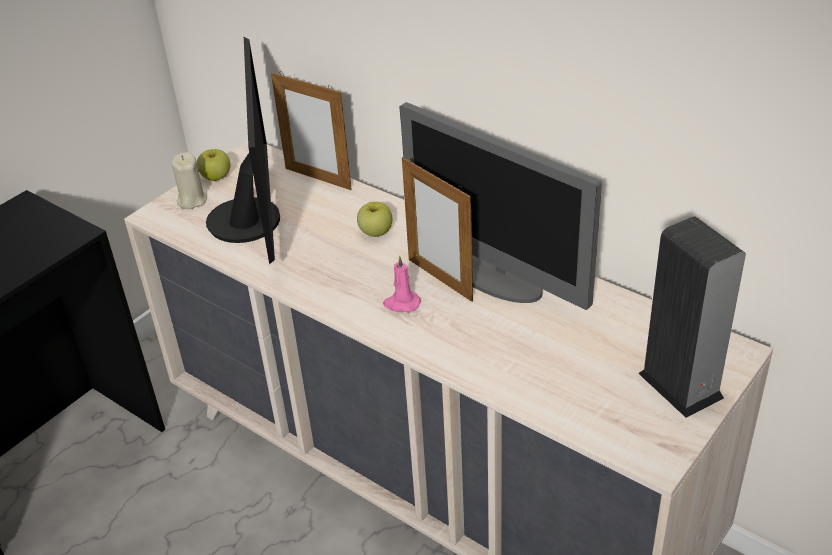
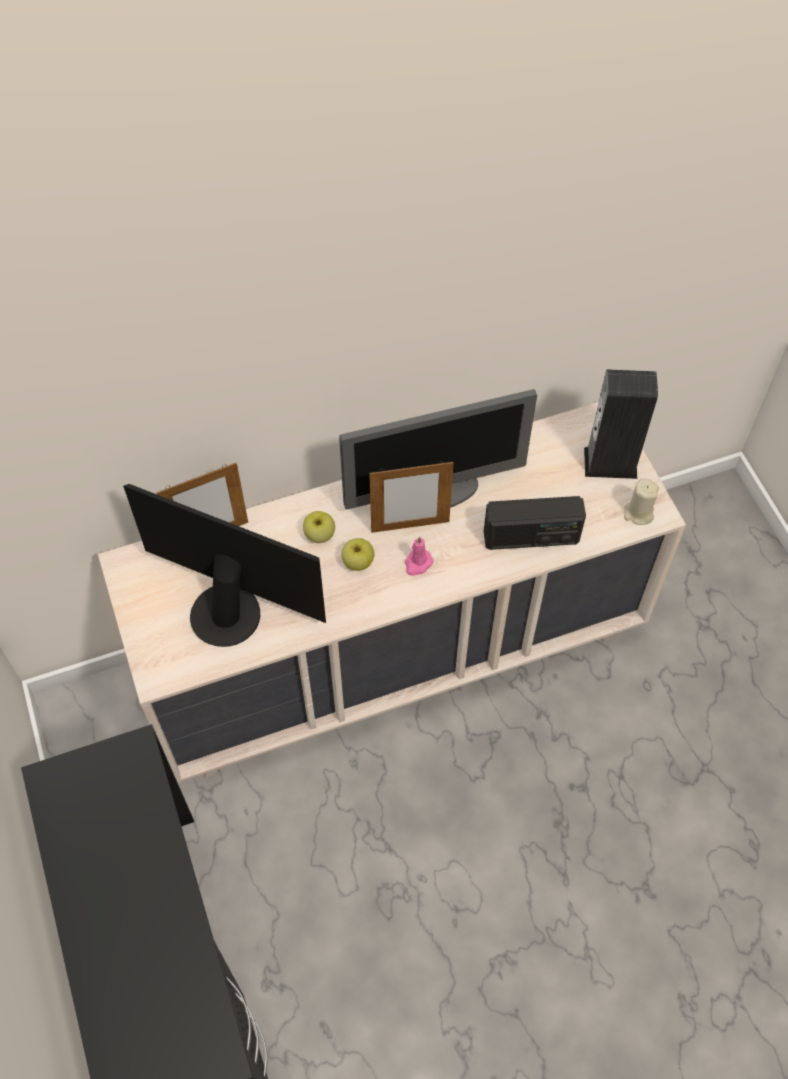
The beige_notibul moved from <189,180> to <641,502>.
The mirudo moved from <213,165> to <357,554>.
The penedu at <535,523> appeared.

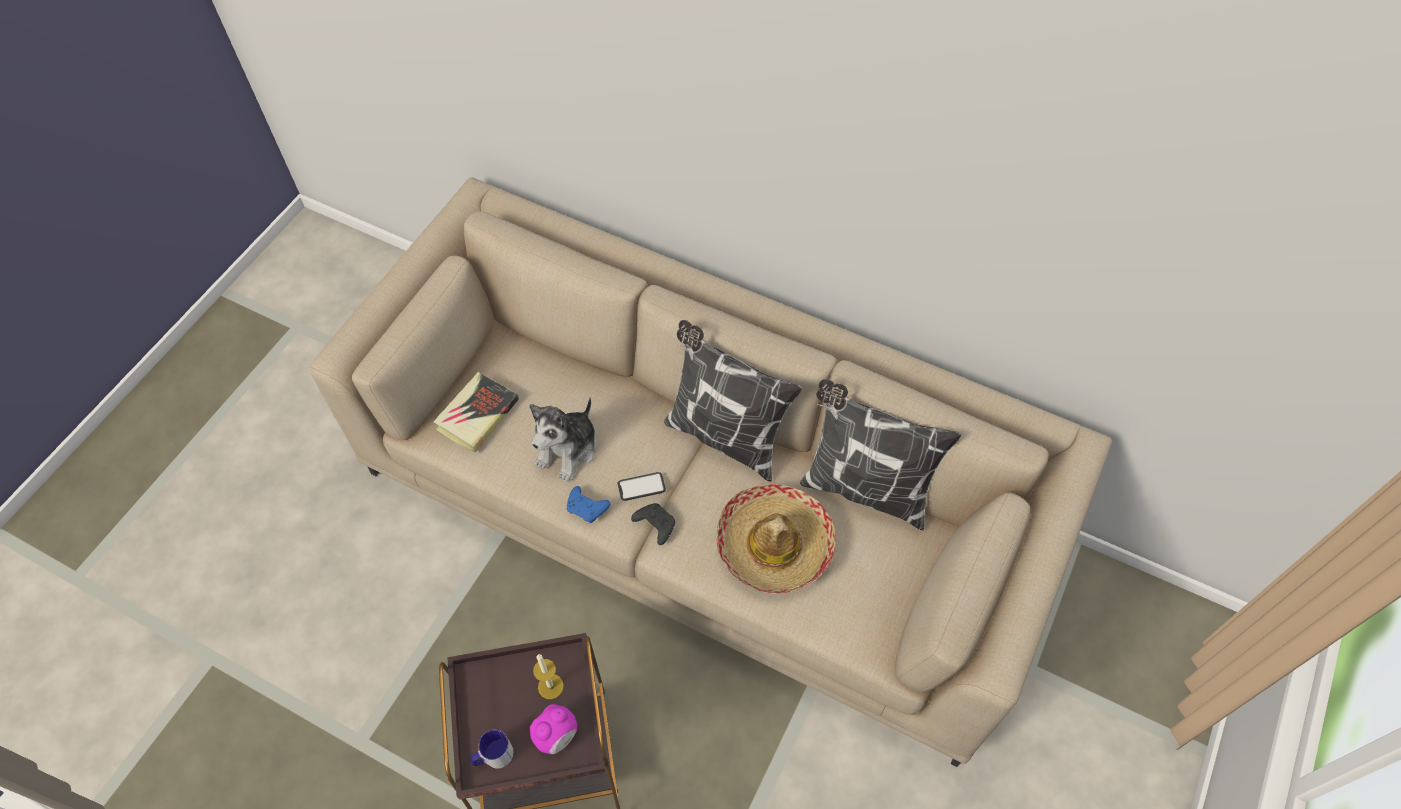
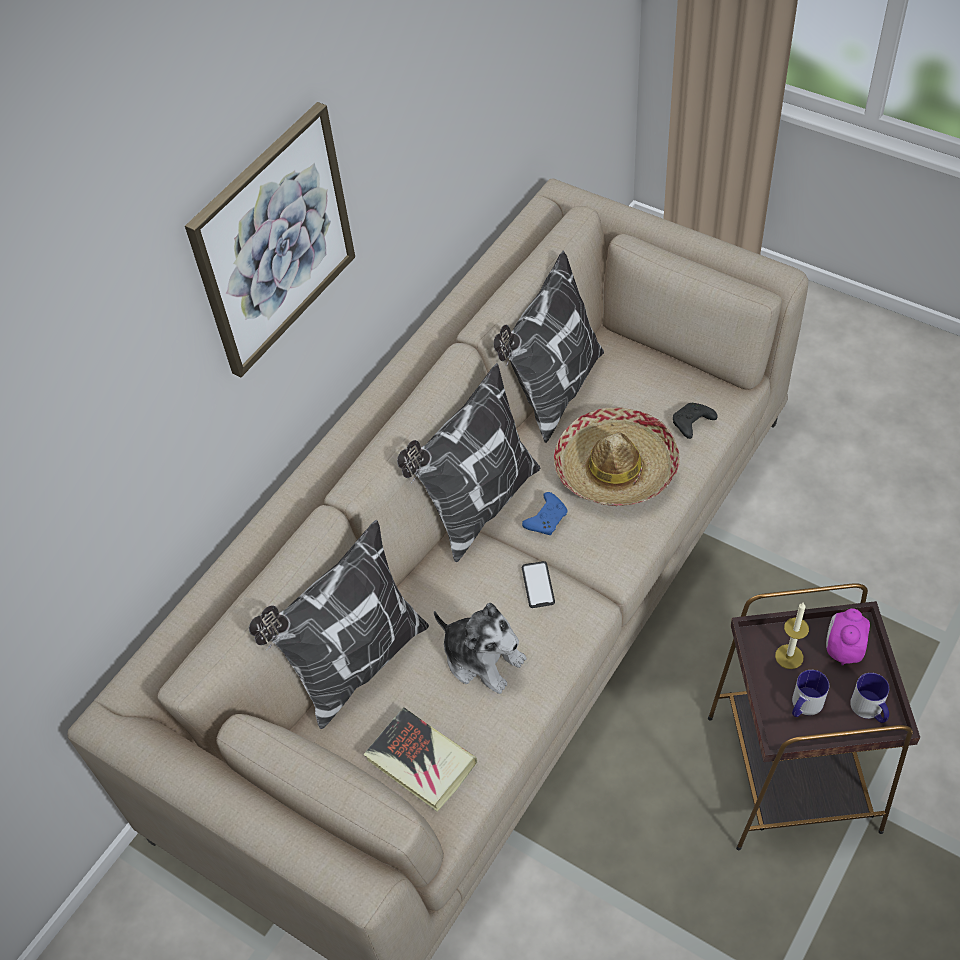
The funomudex at <553,729> turned 120 degrees counterclockwise.
The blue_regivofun moved from <588,504> to <544,513>.
The black_regivofun moved from <653,524> to <695,421>.
The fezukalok at <270,240> appeared.
The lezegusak at <339,624> appeared.
The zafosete at <810,693> appeared.

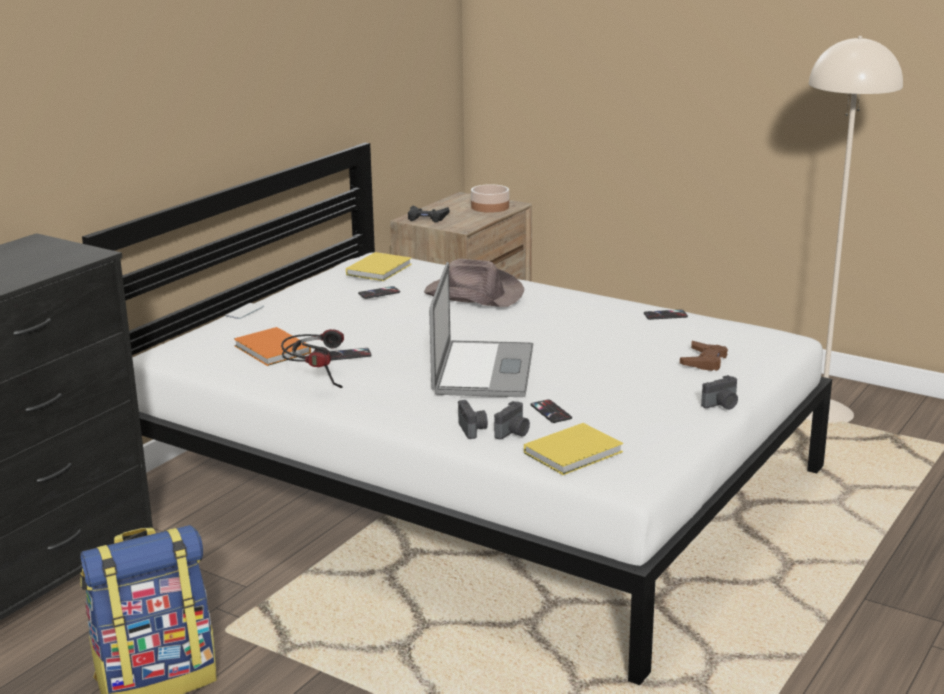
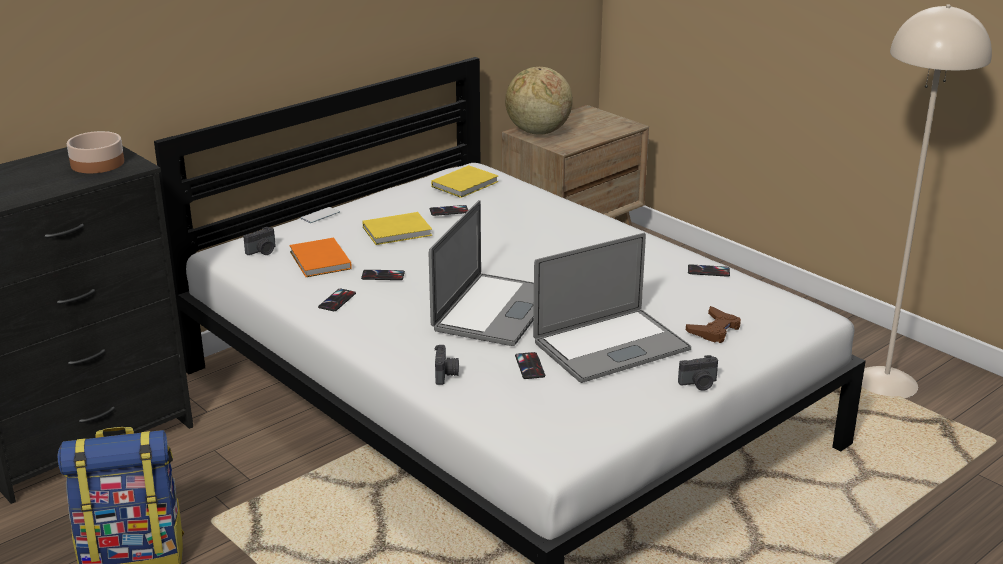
The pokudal at <312,358> was replaced by the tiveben at <337,300>.
The black_regivofun at <429,214> was replaced by the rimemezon at <539,101>.
The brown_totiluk at <474,283> disappeared.
The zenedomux moved from <490,198> to <95,152>.
The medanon moved from <512,420> to <259,241>.
The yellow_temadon moved from <573,449> to <397,228>.
The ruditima at <612,308> appeared.

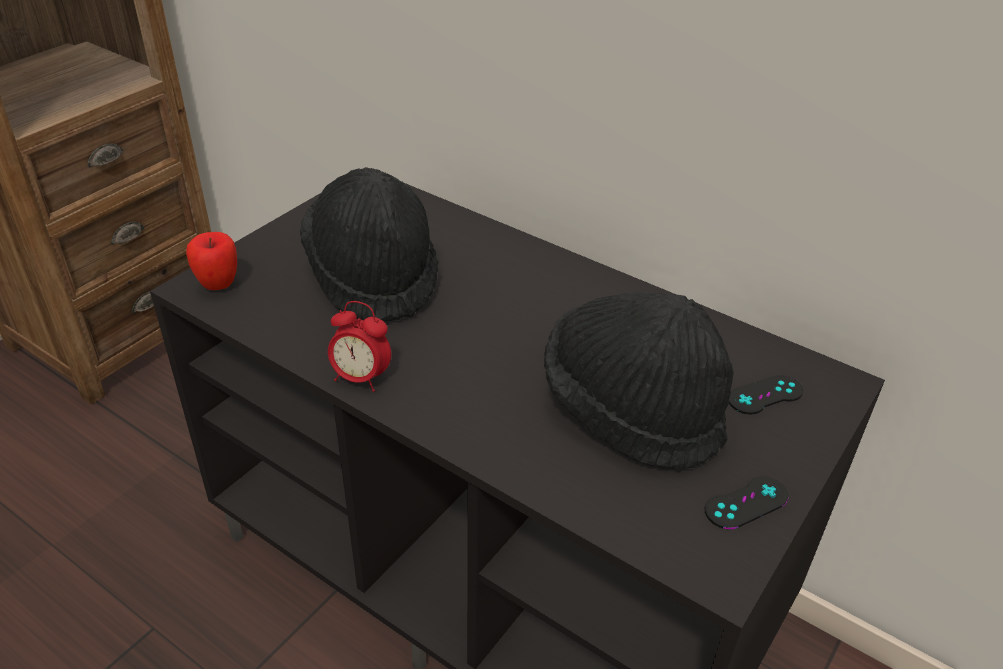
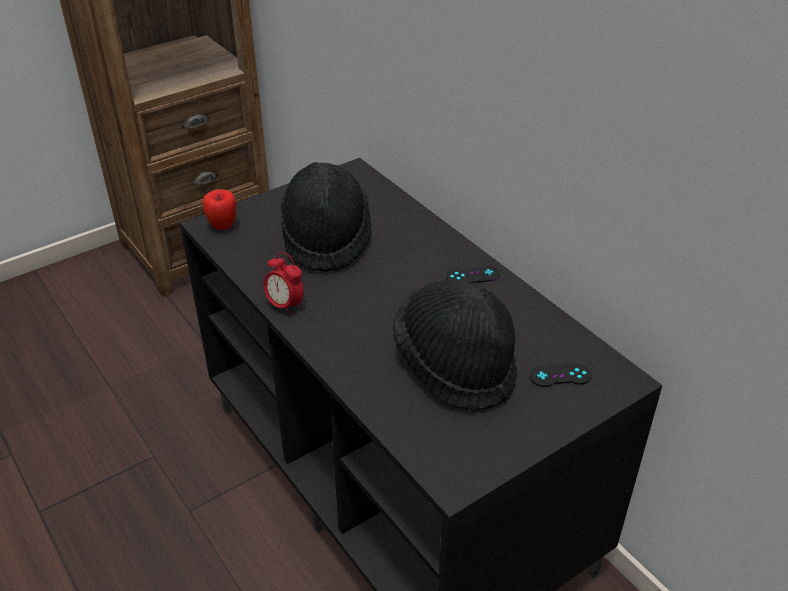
The black_regivofun moved from <746,502> to <473,274>.

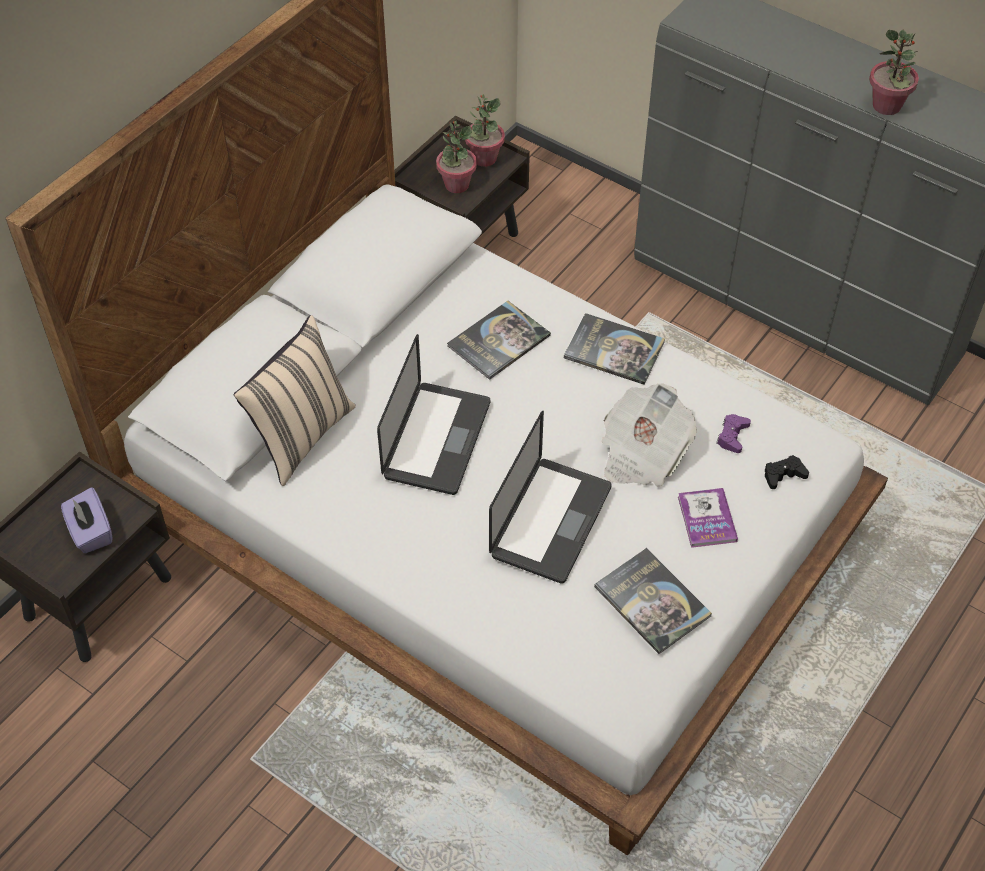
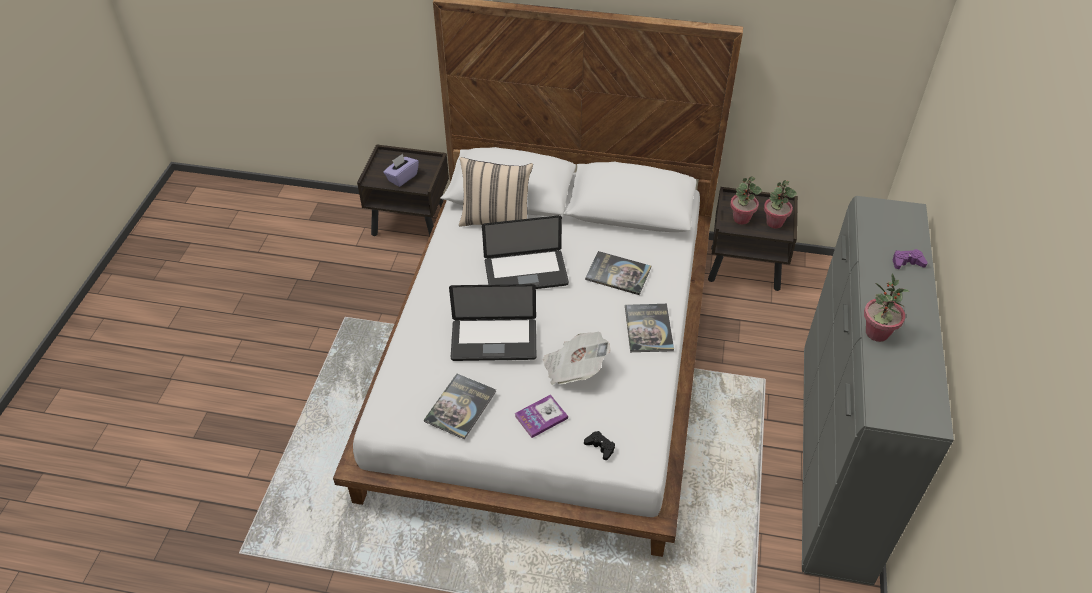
The purple_regivofun moved from <733,433> to <910,259>.

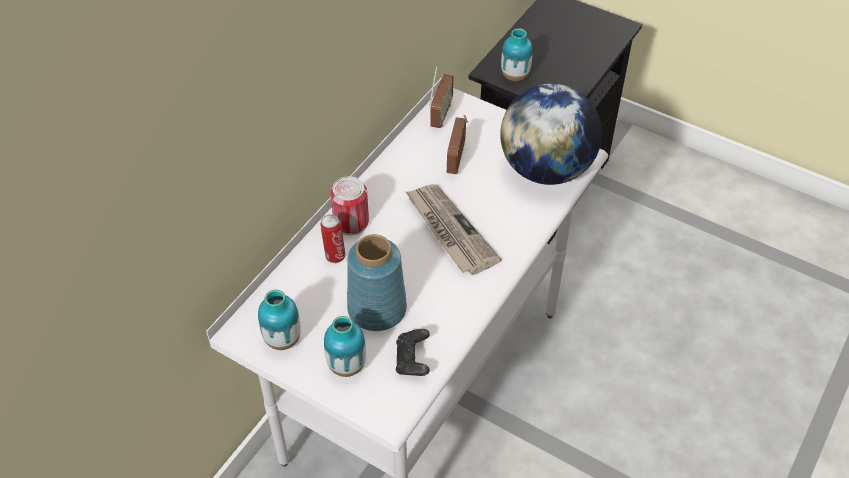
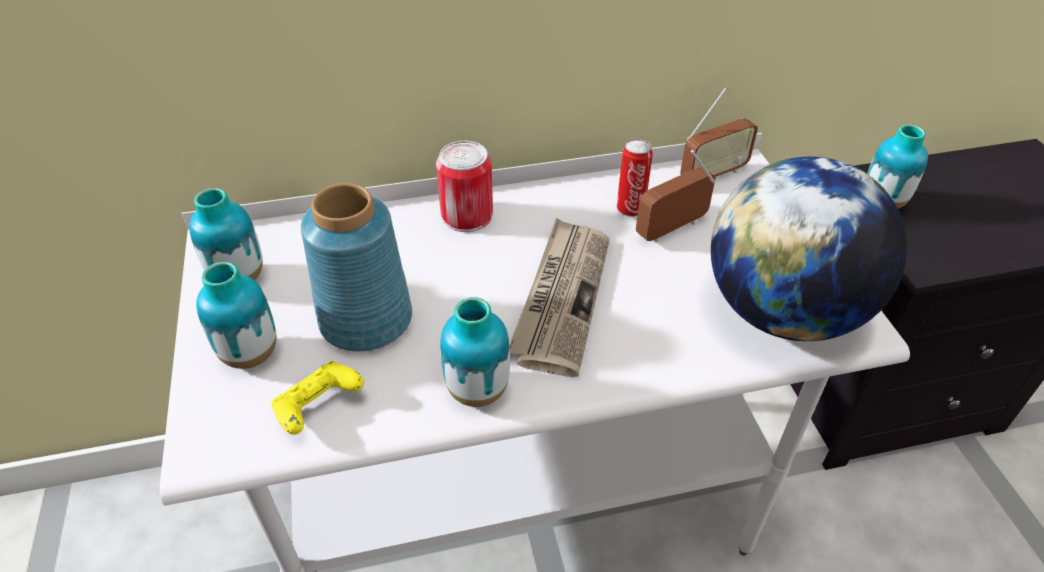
The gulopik moved from <332,238> to <635,178>.
The black_regivofun at <413,352> became the yellow_regivofun at <317,398>.
The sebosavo at <475,352> appeared.

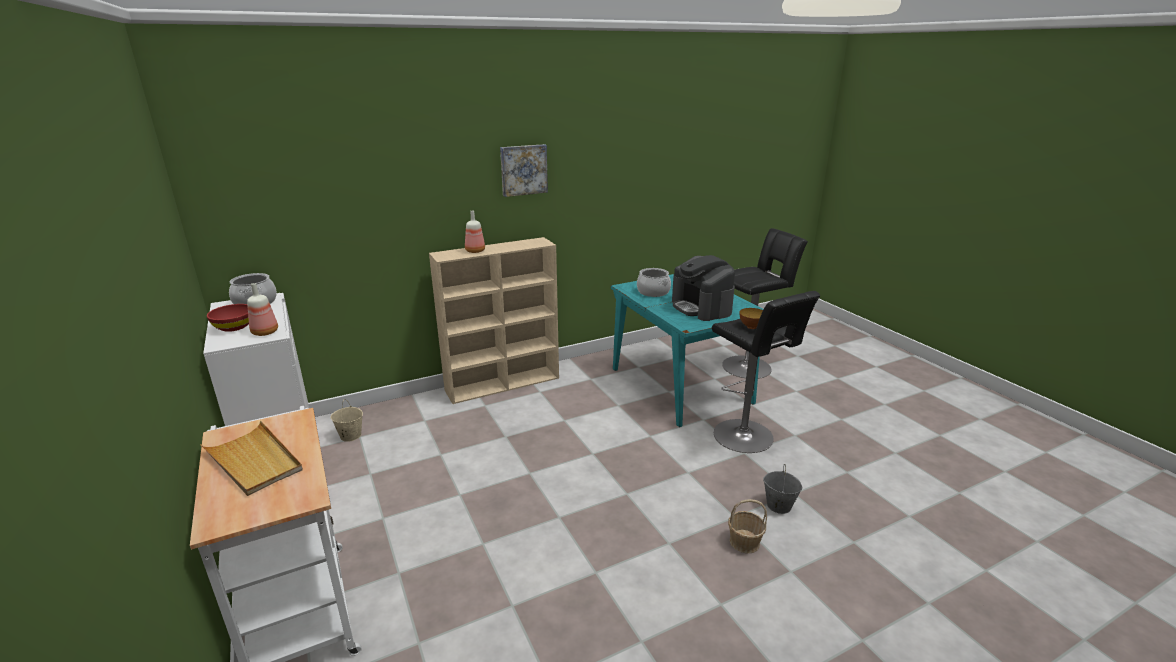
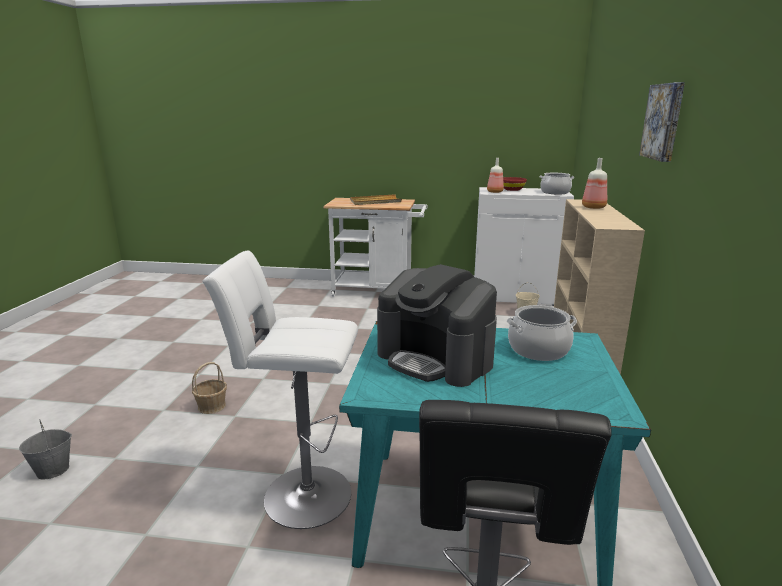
The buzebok at <703,288> turned 150 degrees counterclockwise.
The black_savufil at <766,372> became the white_savufil at <280,389>.
The zenedomux at <751,318> disappeared.
The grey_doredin moved from <783,489> to <45,449>.

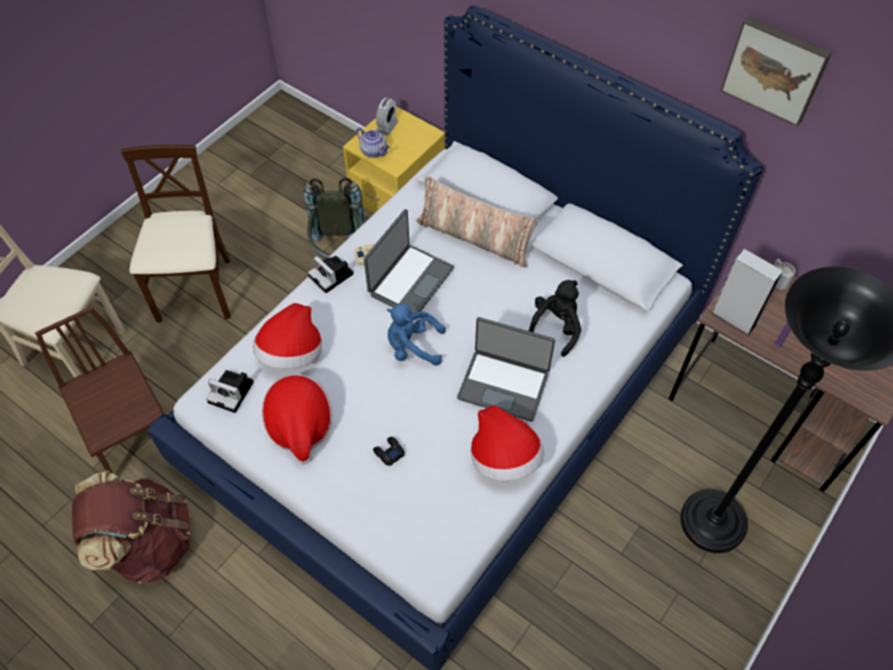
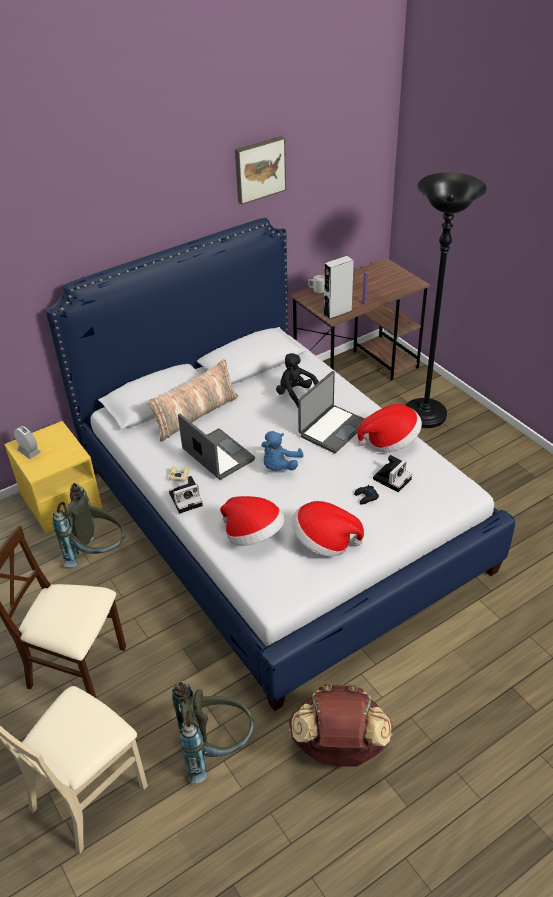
The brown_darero at <99,389> was replaced by the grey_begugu at <213,732>.
The medanon moved from <230,391> to <392,473>.
The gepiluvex at <373,143> disappeared.

